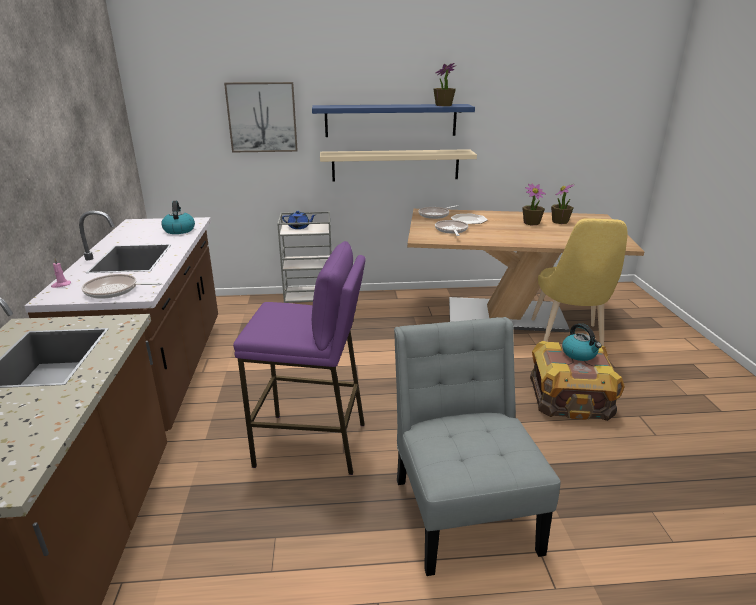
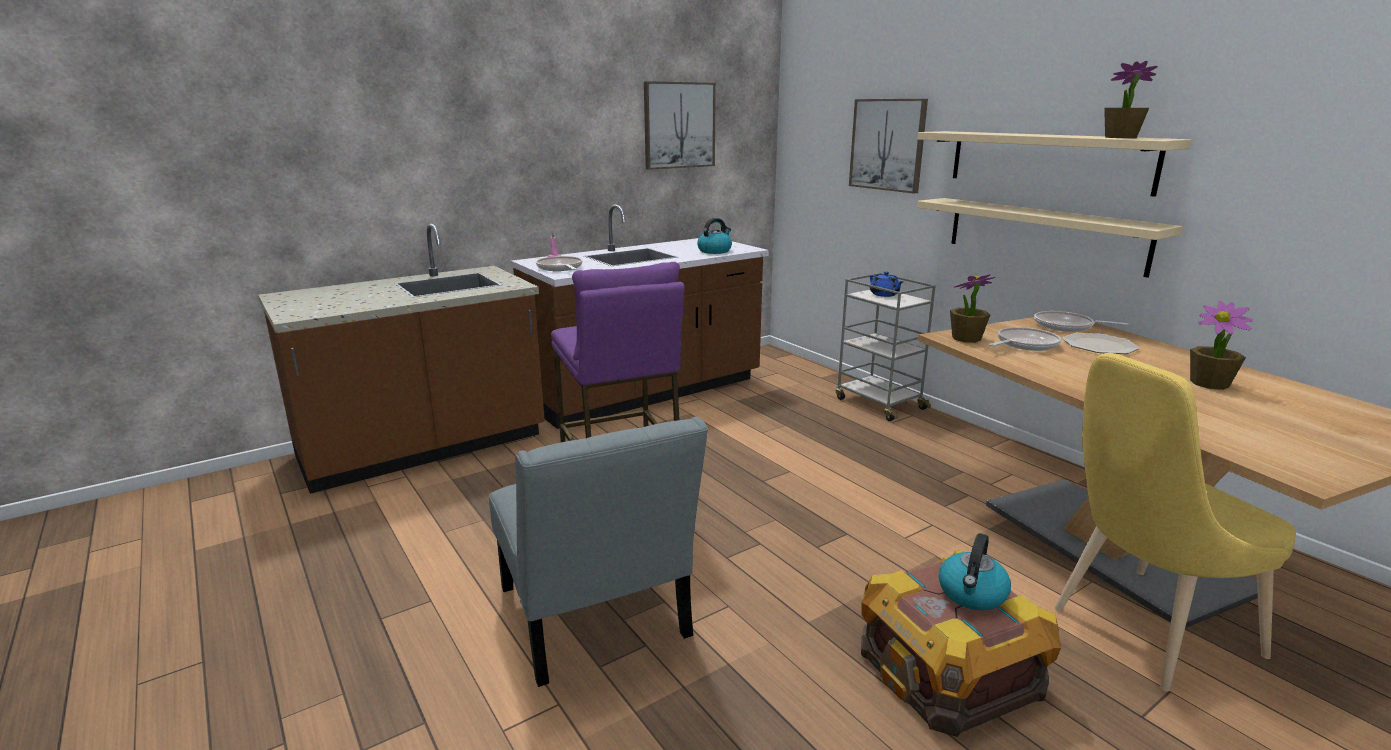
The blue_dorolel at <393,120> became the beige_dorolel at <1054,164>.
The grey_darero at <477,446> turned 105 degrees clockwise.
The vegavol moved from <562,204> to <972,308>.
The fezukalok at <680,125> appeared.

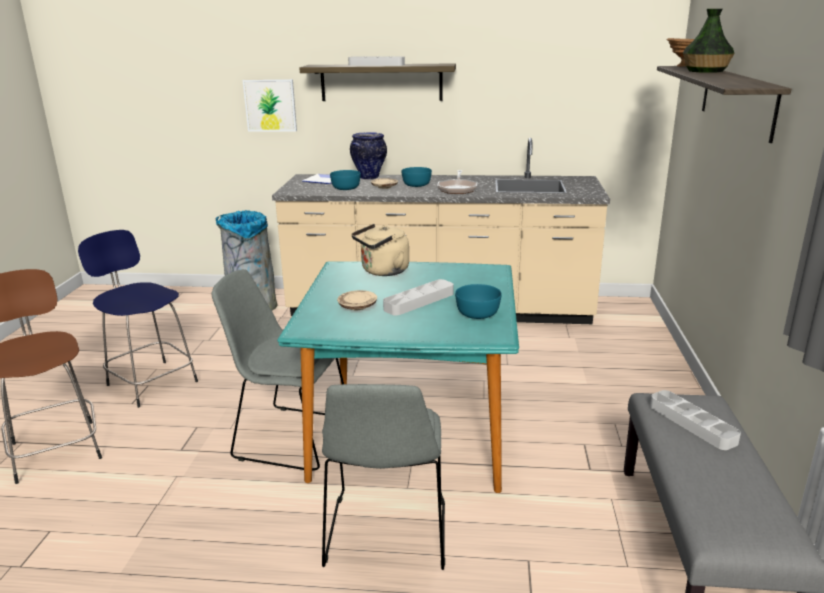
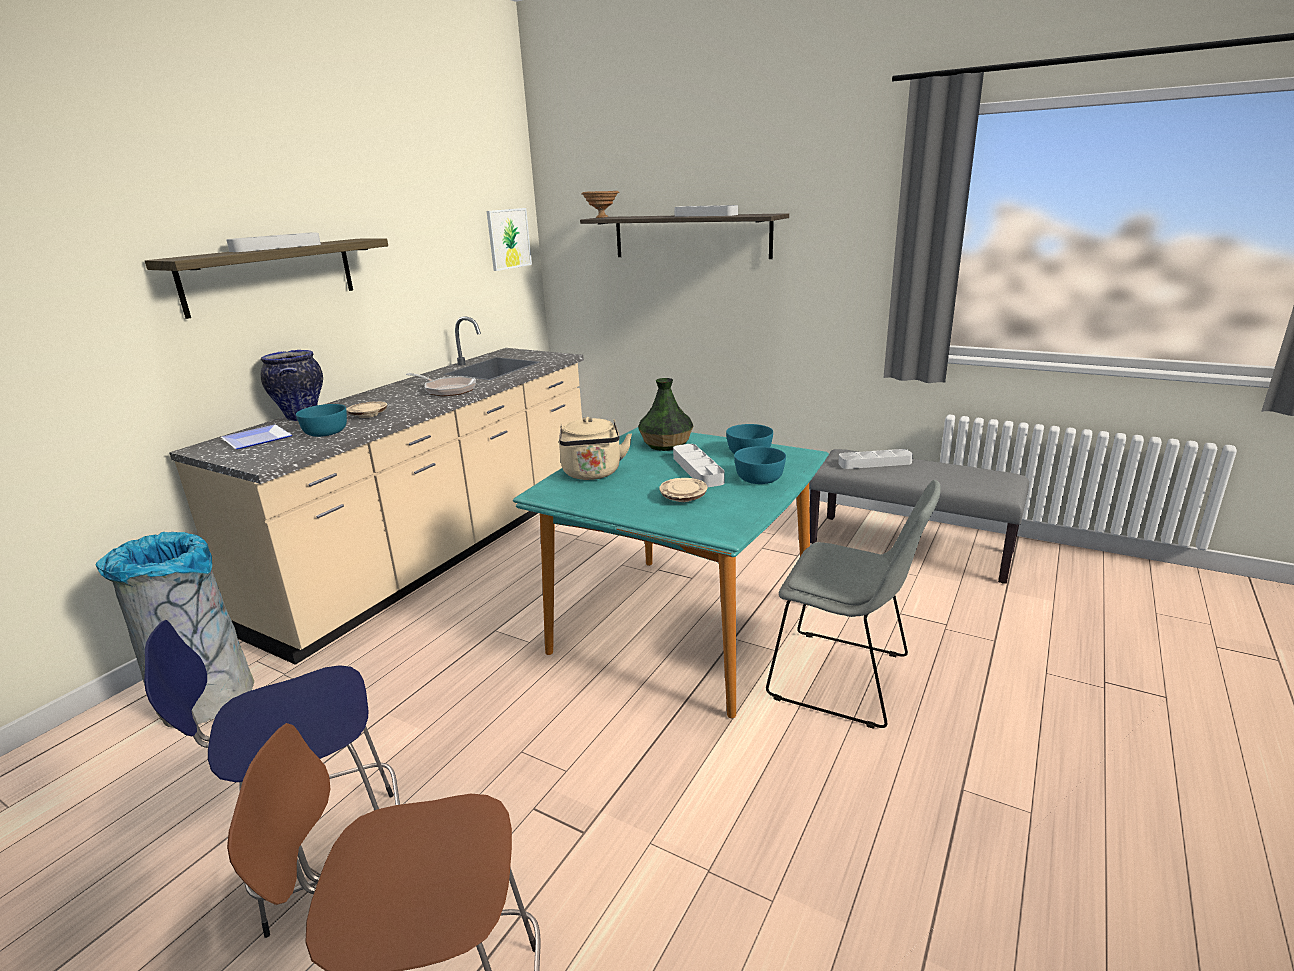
The grey_darero at <277,369> disappeared.
The fezukalok moved from <270,105> to <509,239>.
The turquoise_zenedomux moved from <416,177> to <760,465>.
The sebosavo moved from <709,41> to <666,414>.
The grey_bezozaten at <706,211> appeared.

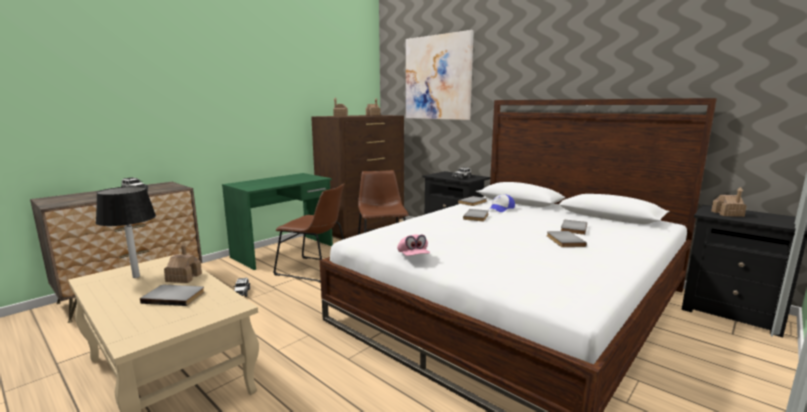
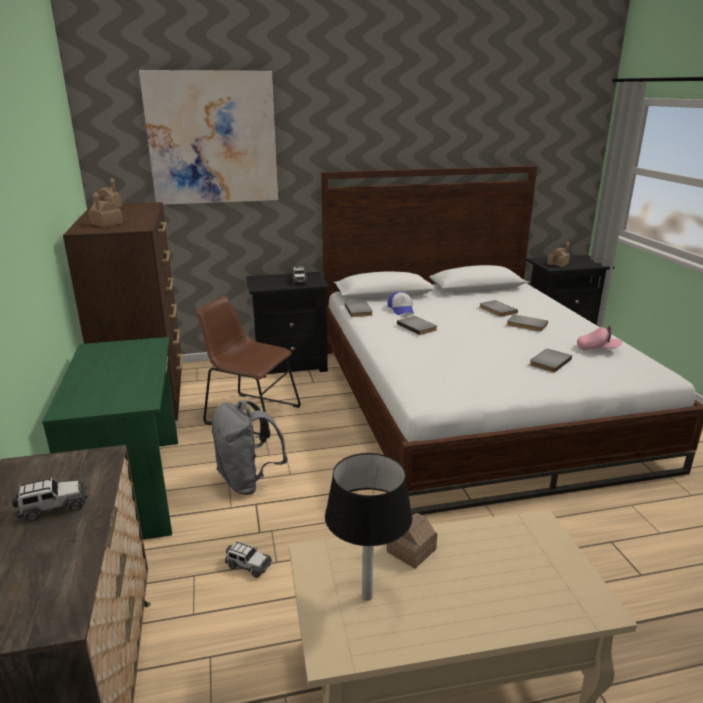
The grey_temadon moved from <172,295> to <550,361>.
The brown_darero at <308,233> was replaced by the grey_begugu at <250,447>.
The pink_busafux moved from <413,245> to <600,338>.

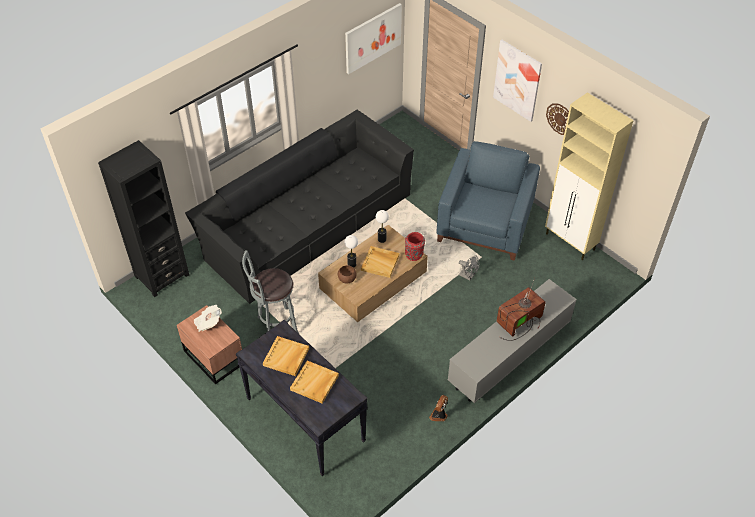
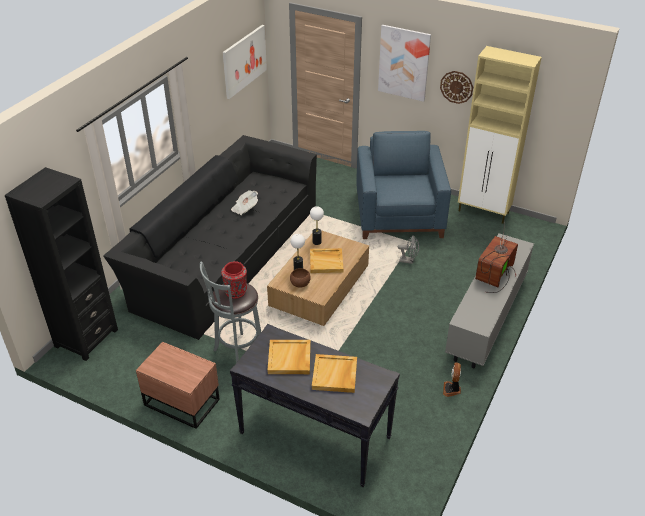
The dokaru moved from <208,318> to <244,202>.
The red_sebosavo moved from <415,246> to <234,280>.

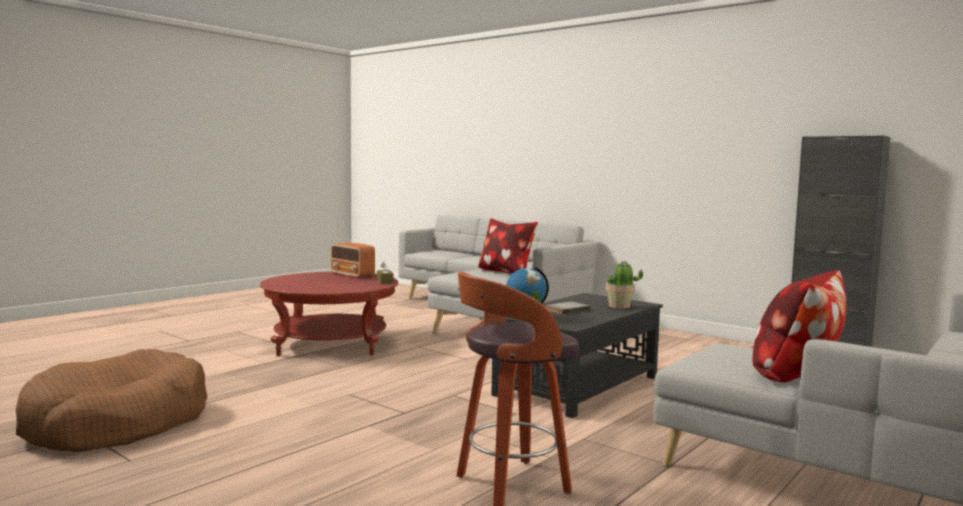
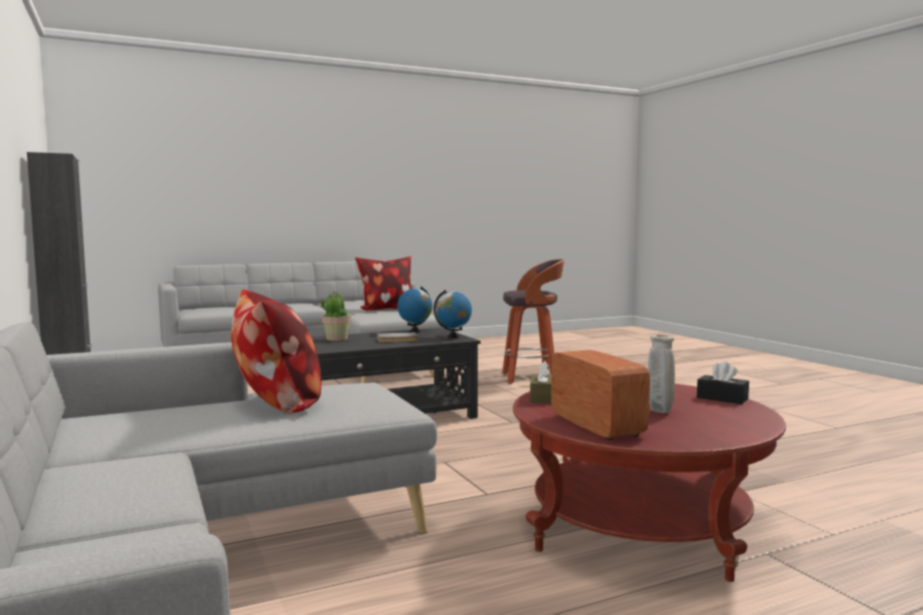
The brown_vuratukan at <111,400> disappeared.
The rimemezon at <414,310> appeared.
The beige_sebosavo at <661,374> appeared.
The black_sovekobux at <723,382> appeared.

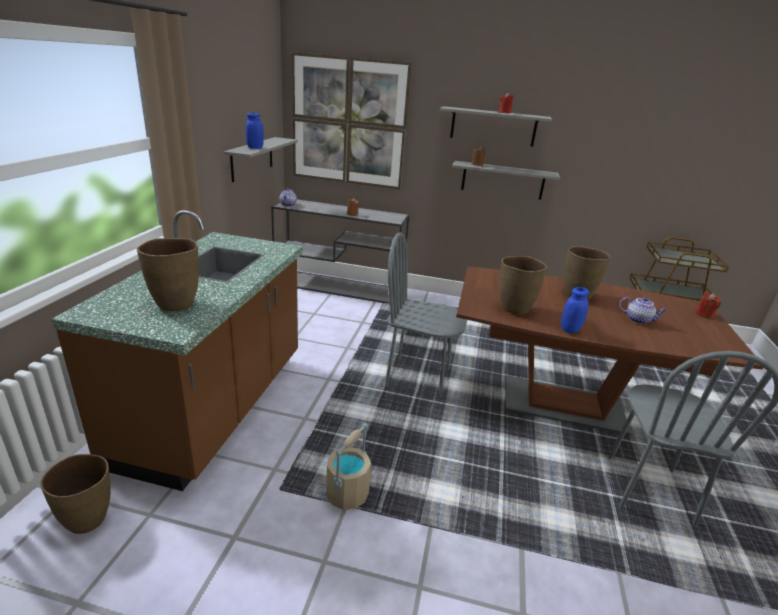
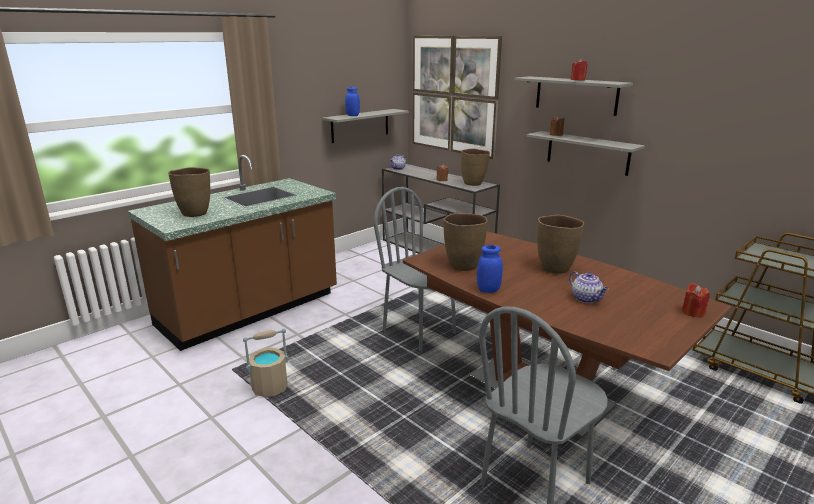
The brown_sebosavo moved from <75,494> to <475,167>.

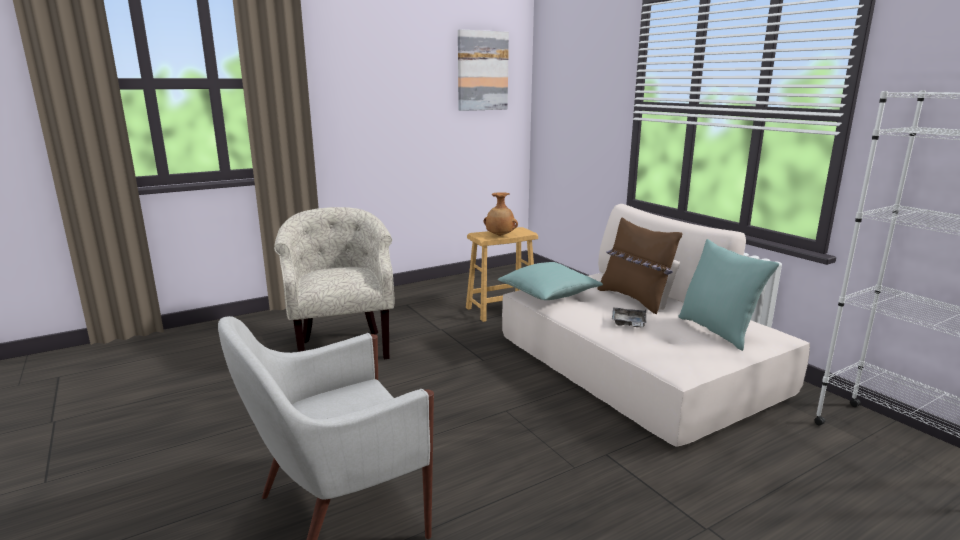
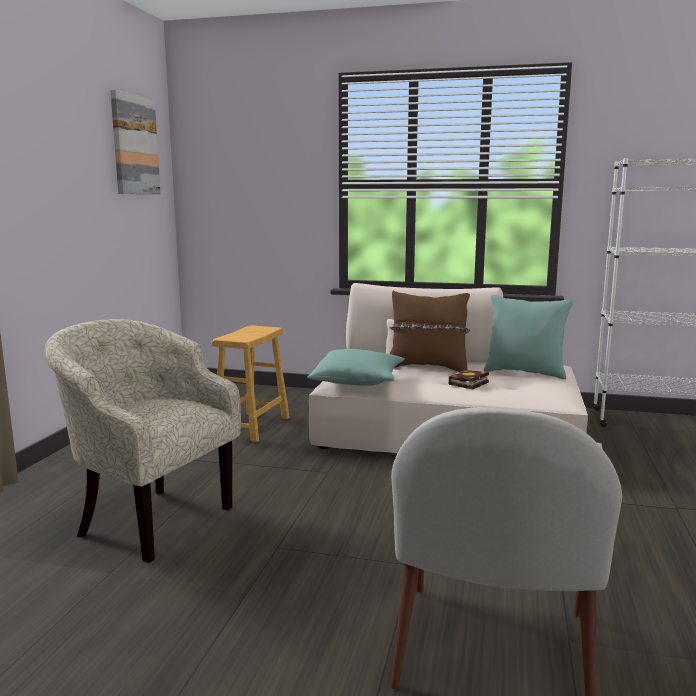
The brown_sebosavo at <501,214> disappeared.
The grey_bezozaten at <629,317> was replaced by the temadon at <469,380>.

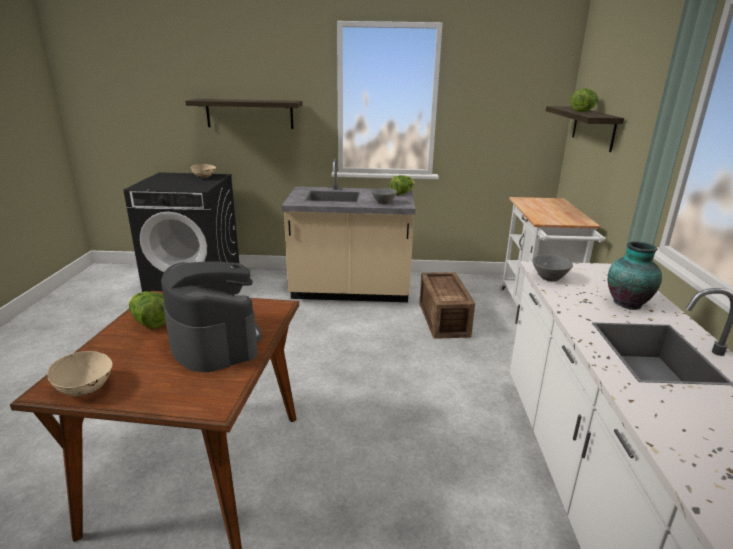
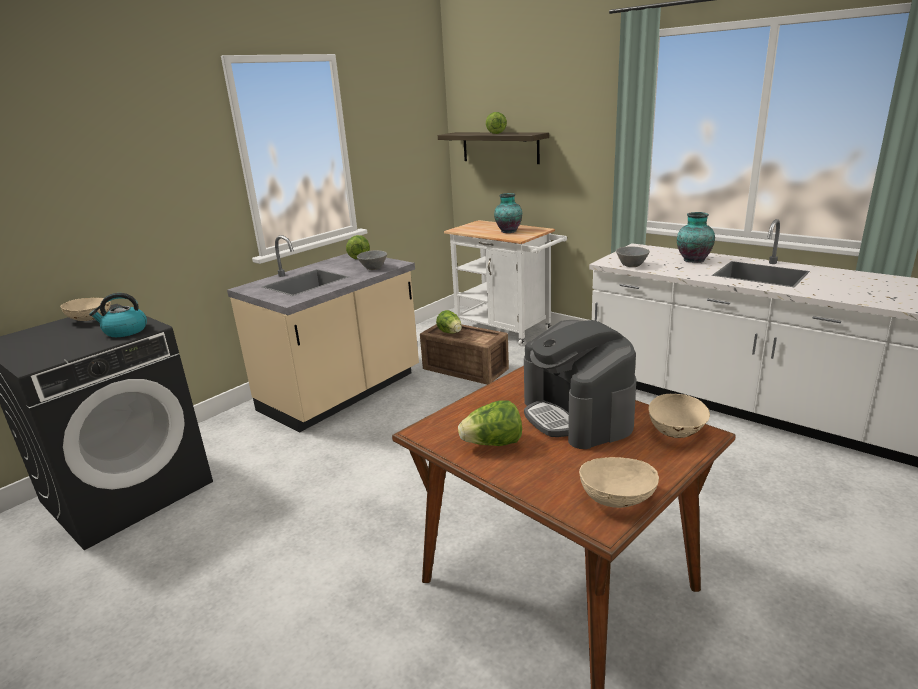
The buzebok at <211,316> turned 120 degrees counterclockwise.
The dorolel at <244,114> disappeared.
The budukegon at <118,315> appeared.
The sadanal at <449,321> appeared.
The sebosavo at <508,213> appeared.
The beige_zenedomux at <679,415> appeared.

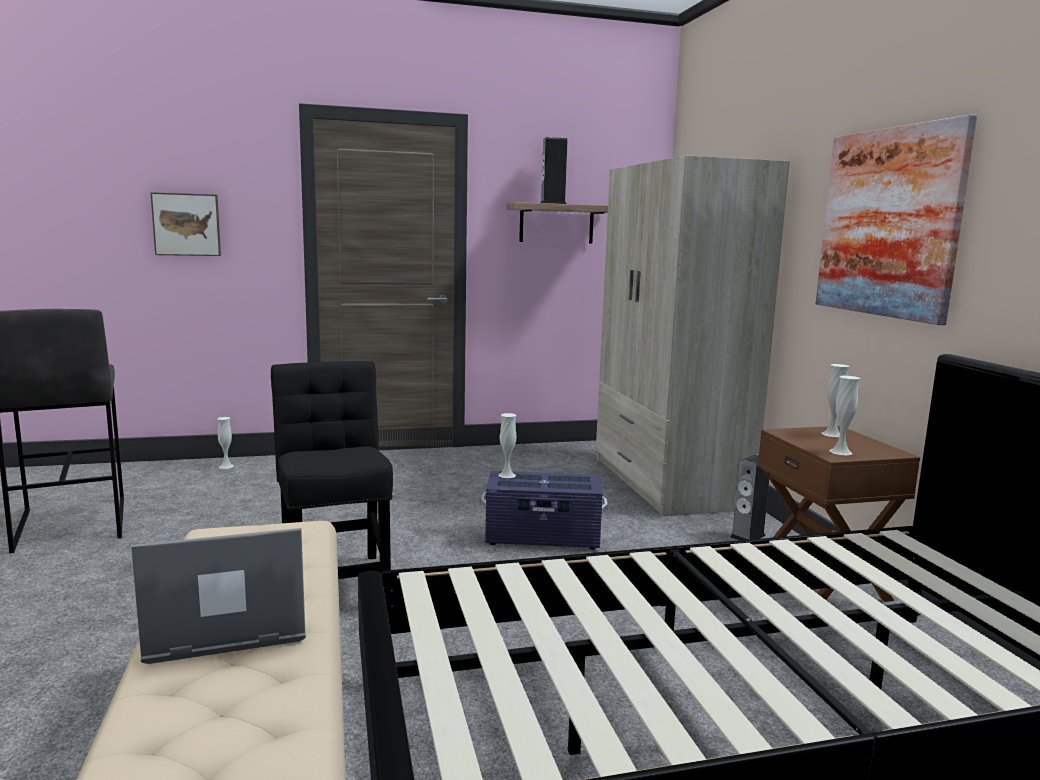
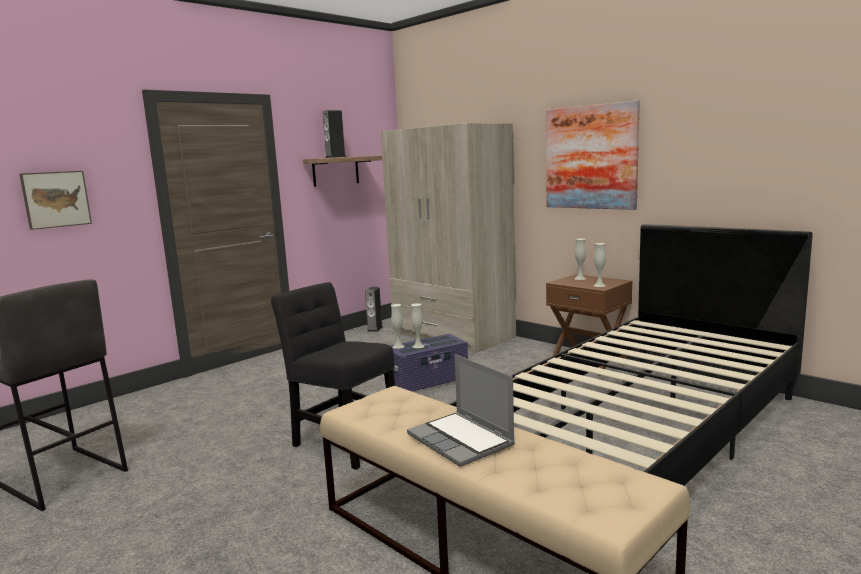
The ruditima at <218,596> turned 75 degrees counterclockwise.
The white_sebosavo moved from <225,443> to <417,326>.
The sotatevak moved from <749,497> to <374,309>.

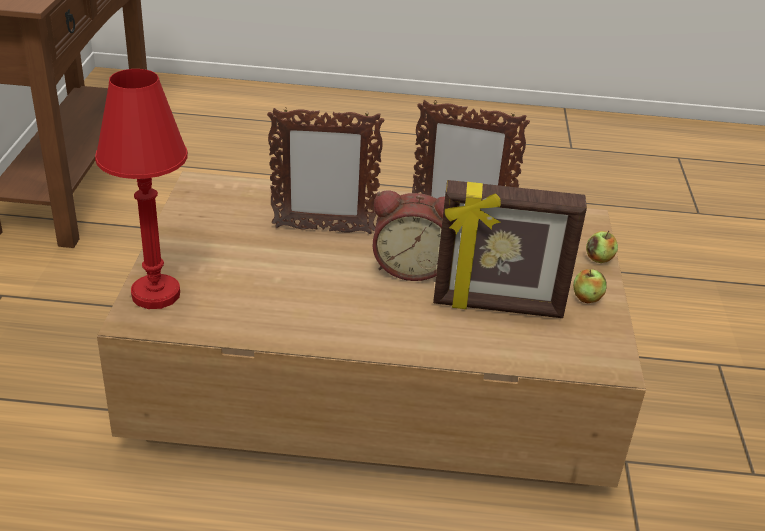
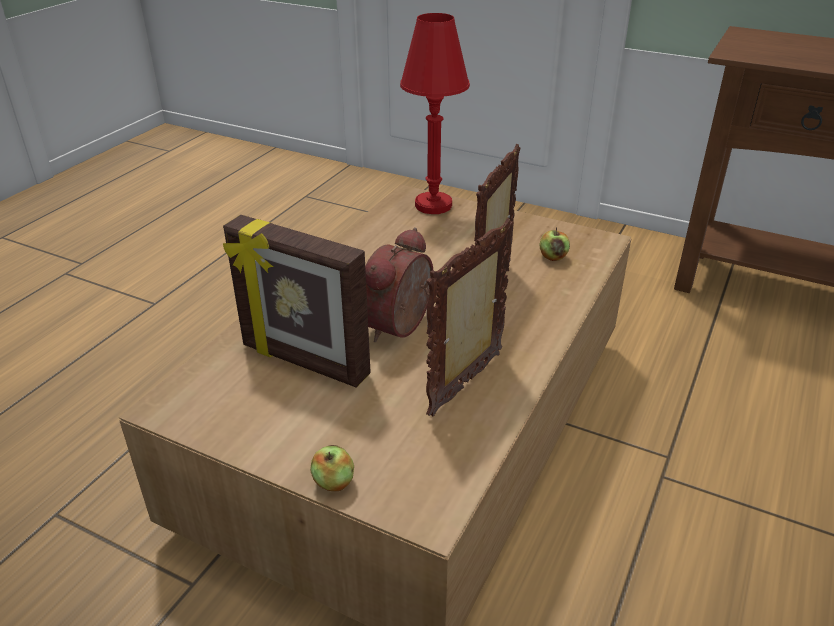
The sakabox at <510,249> turned 90 degrees counterclockwise.
The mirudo moved from <589,286> to <555,244>.

